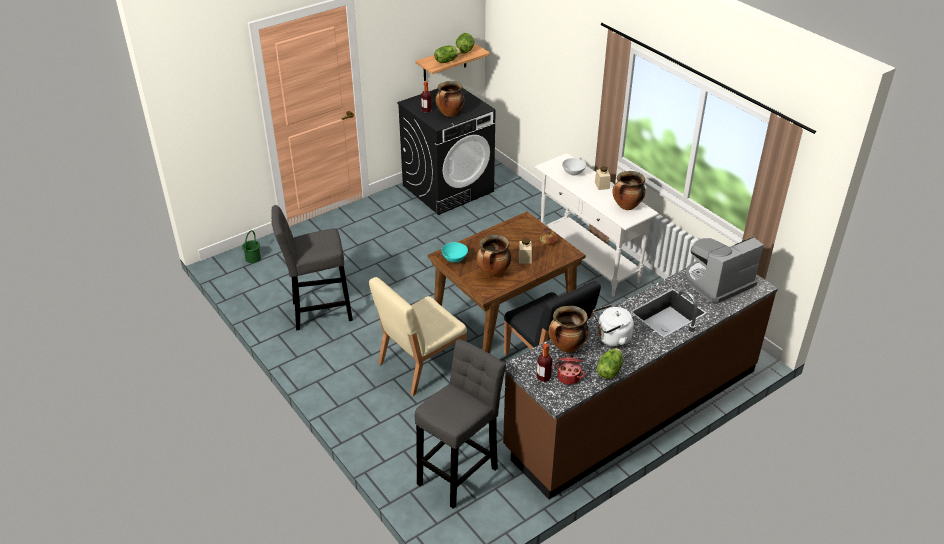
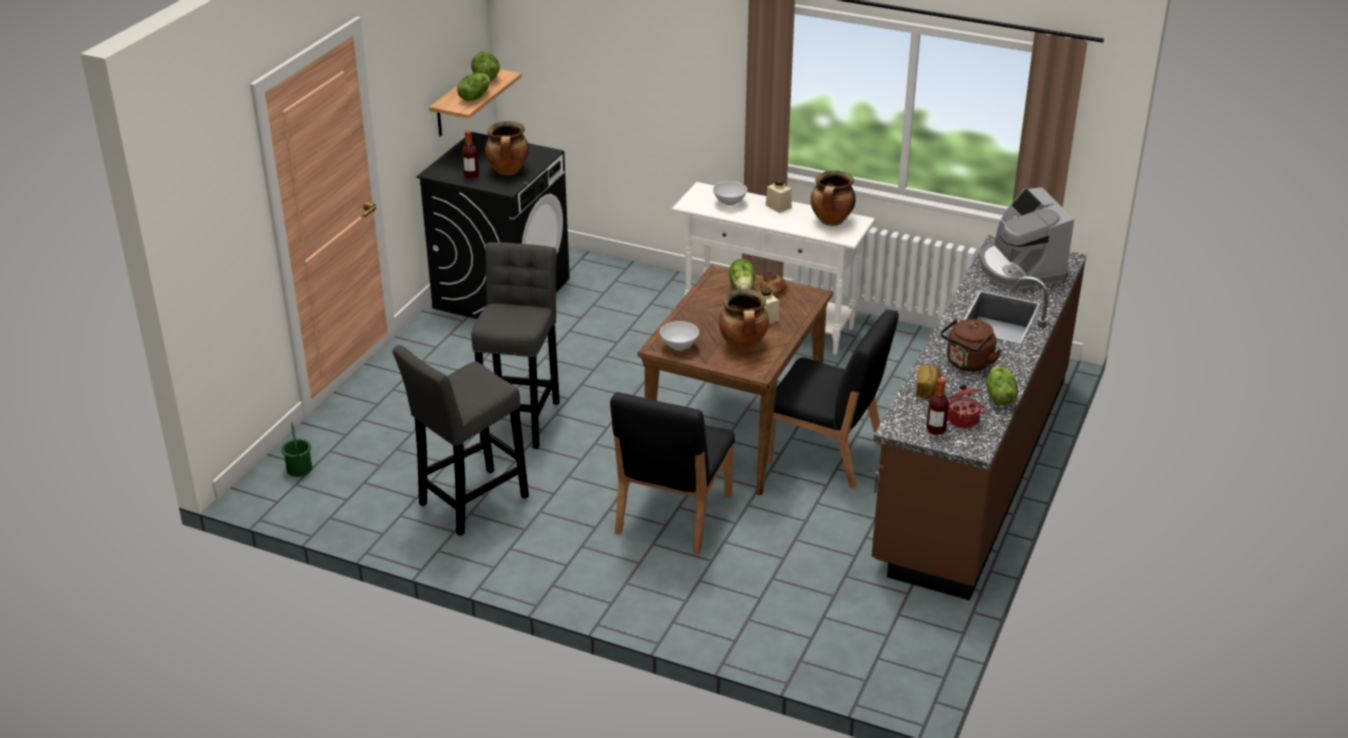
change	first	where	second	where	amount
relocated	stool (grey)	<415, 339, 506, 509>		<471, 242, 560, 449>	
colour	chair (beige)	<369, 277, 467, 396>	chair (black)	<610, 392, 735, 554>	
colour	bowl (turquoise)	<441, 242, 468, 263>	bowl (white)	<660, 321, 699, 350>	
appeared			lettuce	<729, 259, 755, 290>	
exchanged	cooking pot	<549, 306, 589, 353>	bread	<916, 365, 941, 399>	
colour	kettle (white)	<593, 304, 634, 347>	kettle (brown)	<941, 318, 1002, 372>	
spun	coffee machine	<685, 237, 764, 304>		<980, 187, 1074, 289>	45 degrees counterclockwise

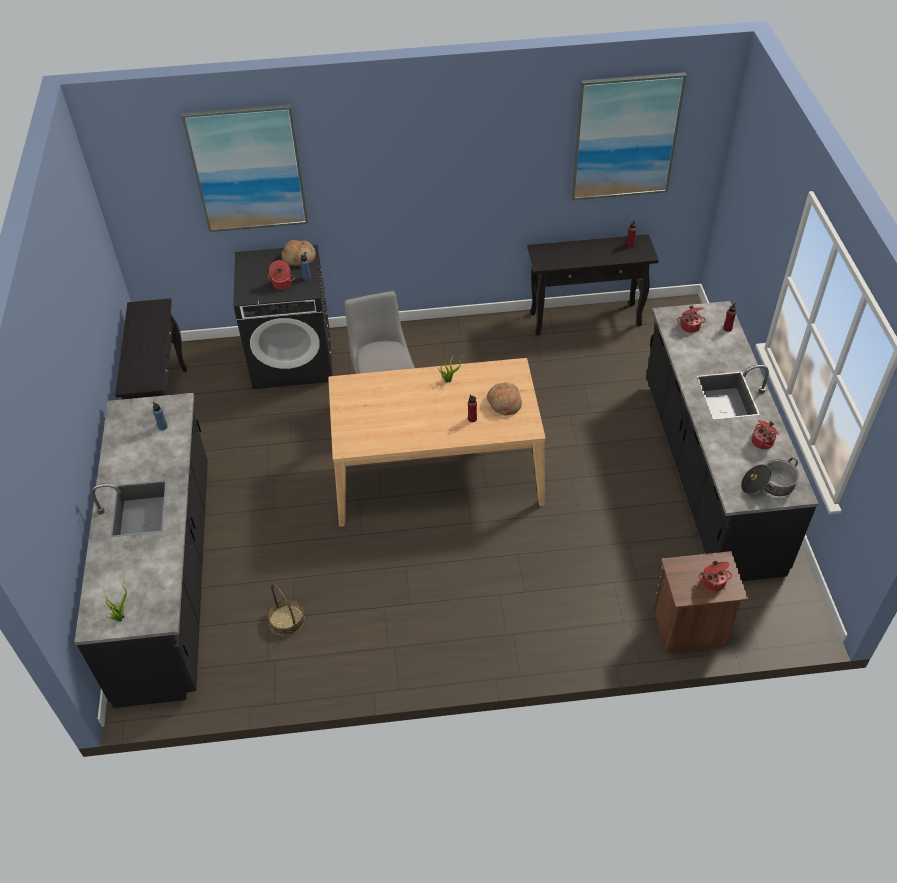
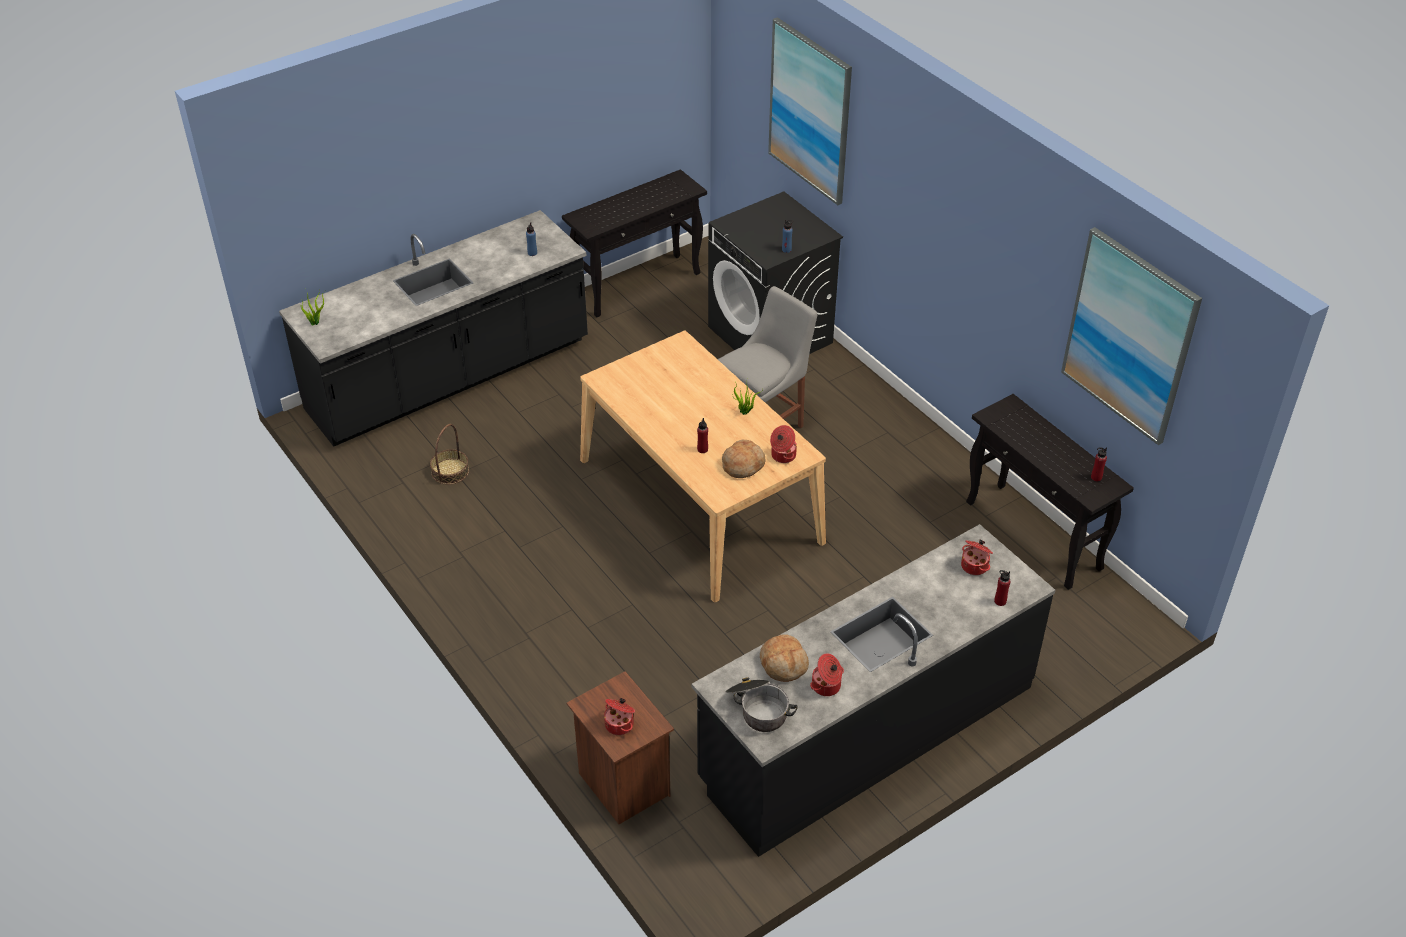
change	first	where	second	where	amount
relocated	bread	<281, 240, 316, 266>		<760, 634, 809, 682>	
relocated	cooking pot	<268, 260, 295, 290>		<770, 425, 797, 463>	

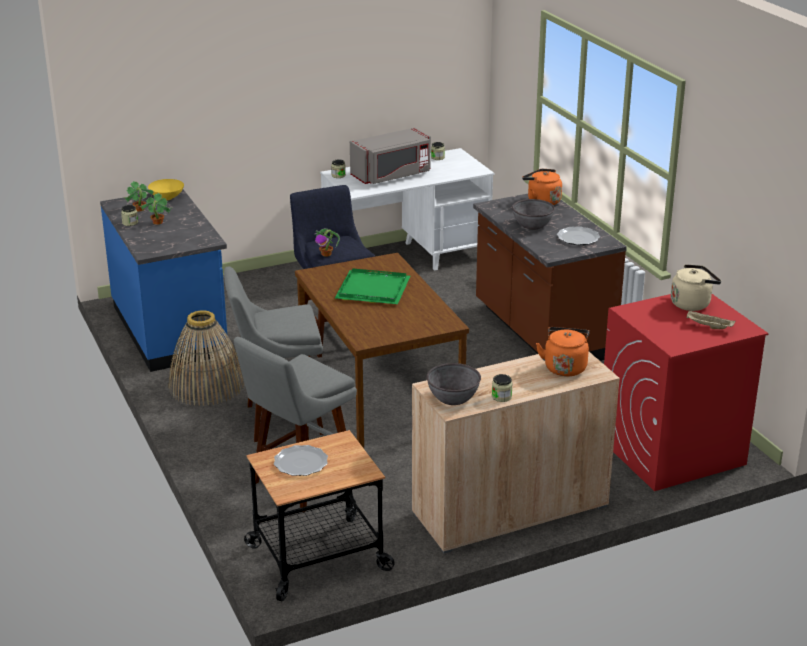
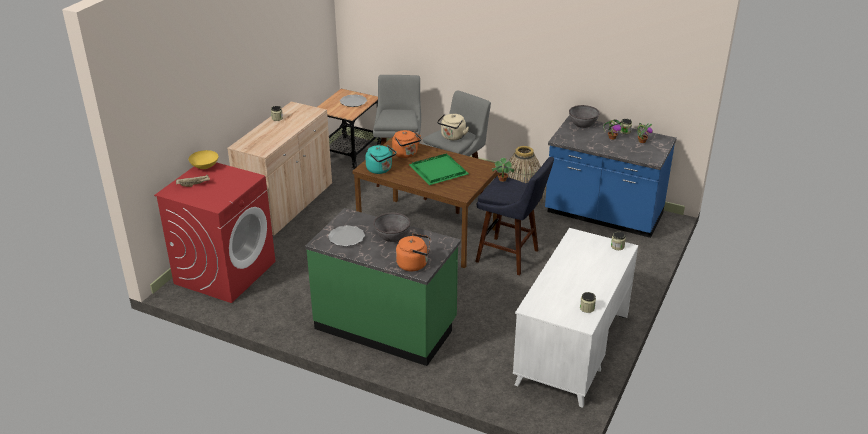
change	first	where	second	where	amount
relocated	bowl (yellow)	<148, 179, 184, 200>		<189, 150, 218, 169>	
colour	counter (brown)	<473, 194, 627, 361>	counter (green)	<305, 208, 461, 366>	
appeared			kettle (turquoise)	<366, 145, 397, 174>	
relocated	kettle (orange)	<536, 327, 589, 377>		<392, 130, 421, 158>	
relocated	kettle (beige)	<671, 264, 721, 311>		<437, 114, 469, 140>	
relocated	bowl (grey)	<426, 363, 481, 405>		<569, 105, 600, 128>	
missing	microwave (grey)	<350, 128, 431, 184>			

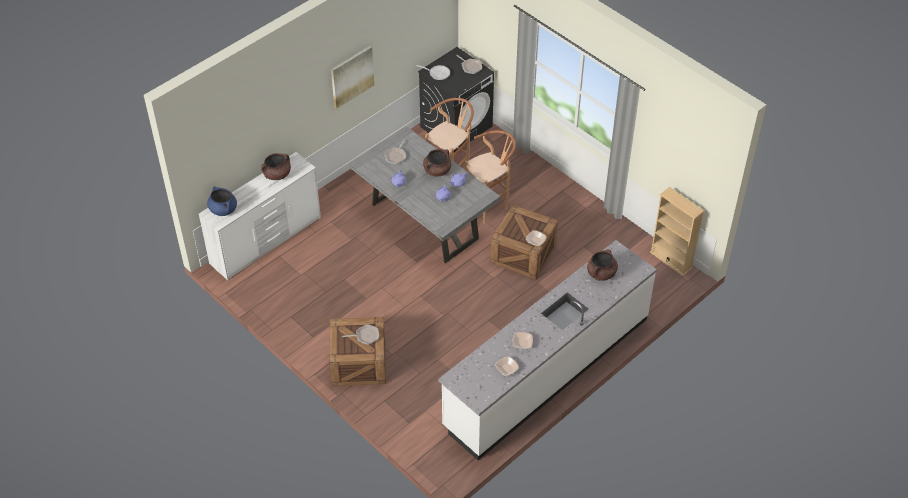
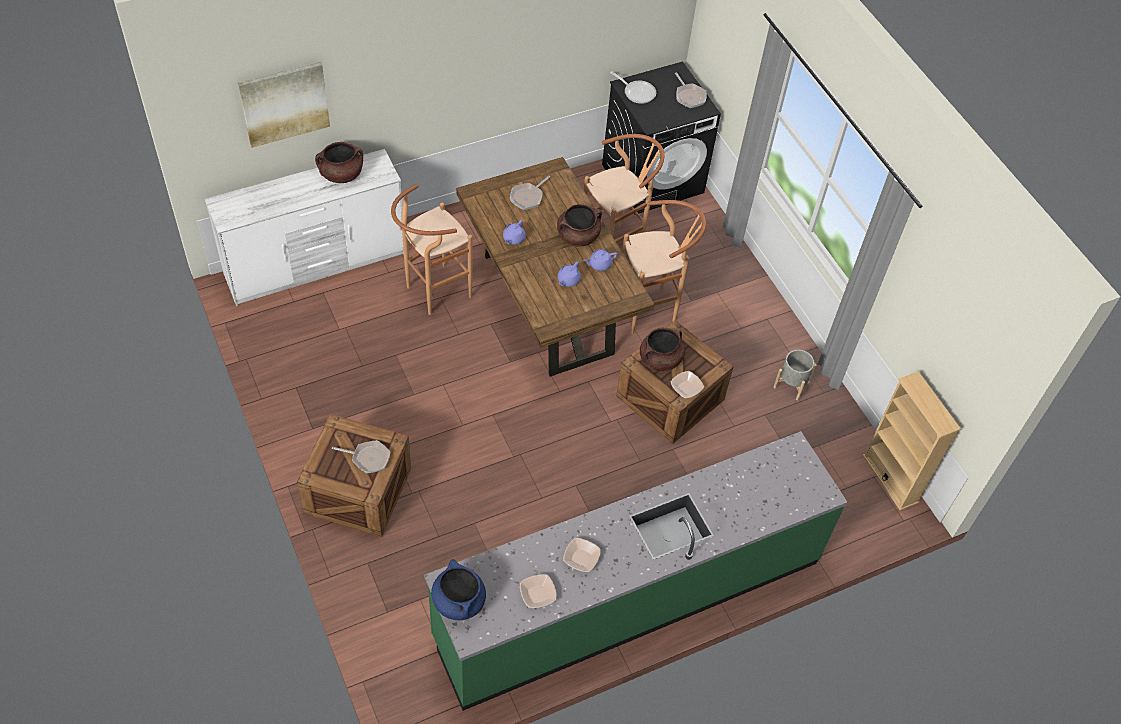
change	first	where	second	where	amount
relocated	picture	<331, 46, 374, 109>		<238, 62, 330, 148>	
appeared			stool (brown)	<391, 184, 472, 315>	
colour	counter (white)	<438, 240, 657, 460>	counter (green)	<424, 431, 847, 711>	
relocated	cooking pot (blue)	<207, 187, 237, 216>		<431, 559, 486, 620>	
colour	dining table (grey)	<349, 126, 500, 263>	dining table (brown)	<456, 157, 654, 377>	
relocated	cooking pot (brown)	<587, 249, 618, 281>		<640, 327, 685, 371>	
appeared			planter (grey)	<774, 350, 817, 400>	

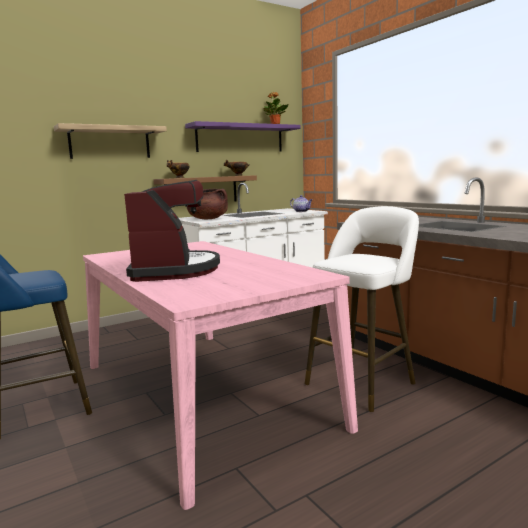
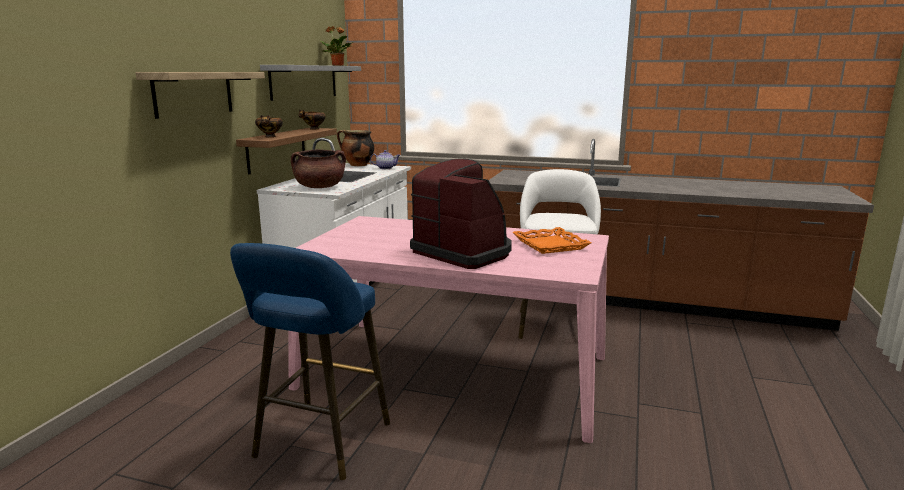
change	first	where	second	where	amount
colour	shelf (purple)	<185, 121, 301, 152>	shelf (grey)	<260, 65, 361, 101>	
appeared			cooking pot	<337, 130, 374, 166>	
appeared			tray (orange)	<512, 227, 591, 254>	

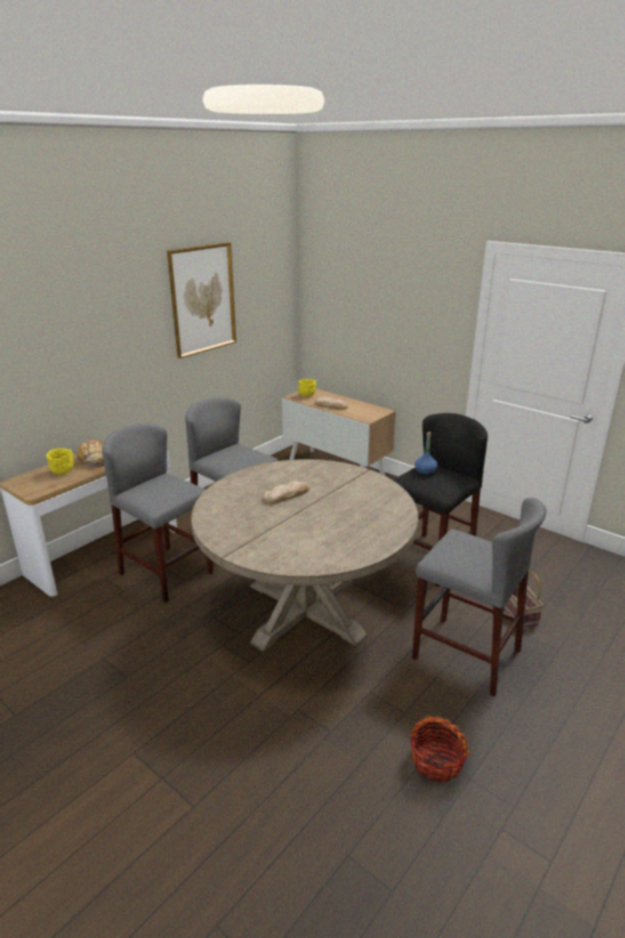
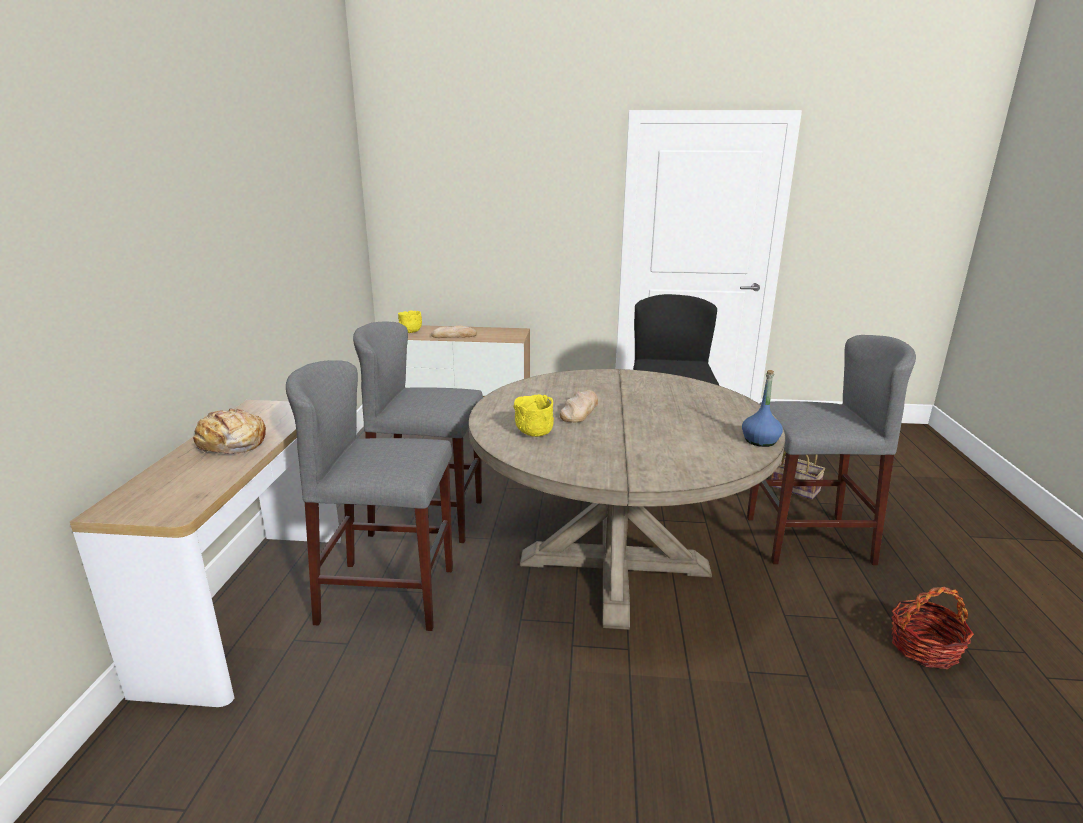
change	first	where	second	where	amount
relocated	bowl (yellow)	<46, 448, 74, 475>		<513, 394, 554, 437>	
relocated	bottle (blue)	<415, 432, 438, 476>		<742, 370, 783, 447>	
missing	picture	<167, 242, 236, 358>			

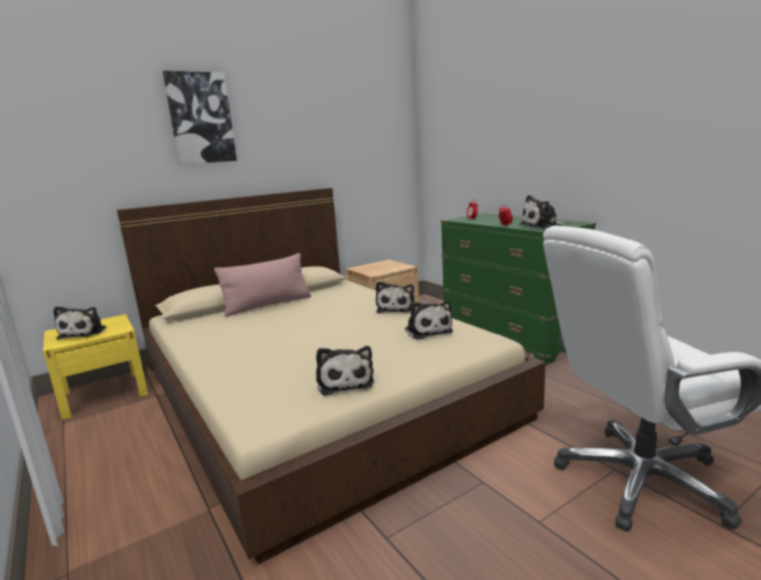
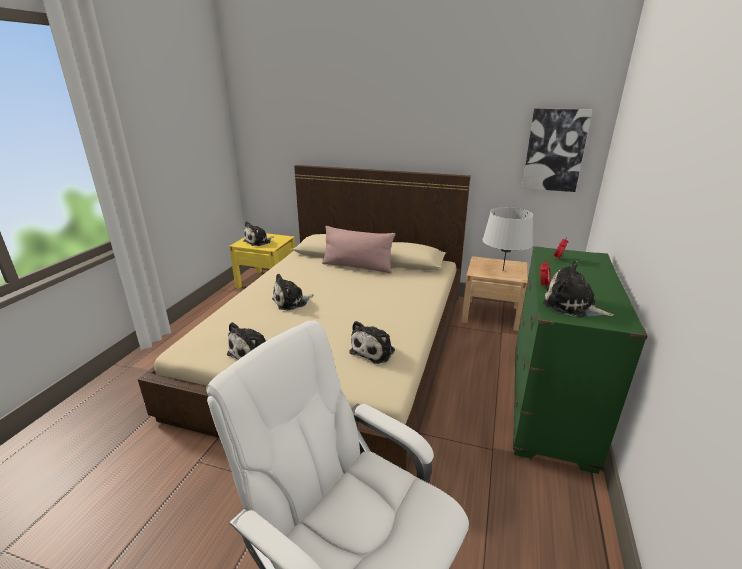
change	first	where	second	where	amount
relocated	plush toy	<376, 281, 414, 313>		<272, 274, 314, 310>	
appeared			table lamp (grey)	<482, 207, 533, 271>	
relocated	picture	<163, 71, 237, 164>		<522, 108, 592, 192>	

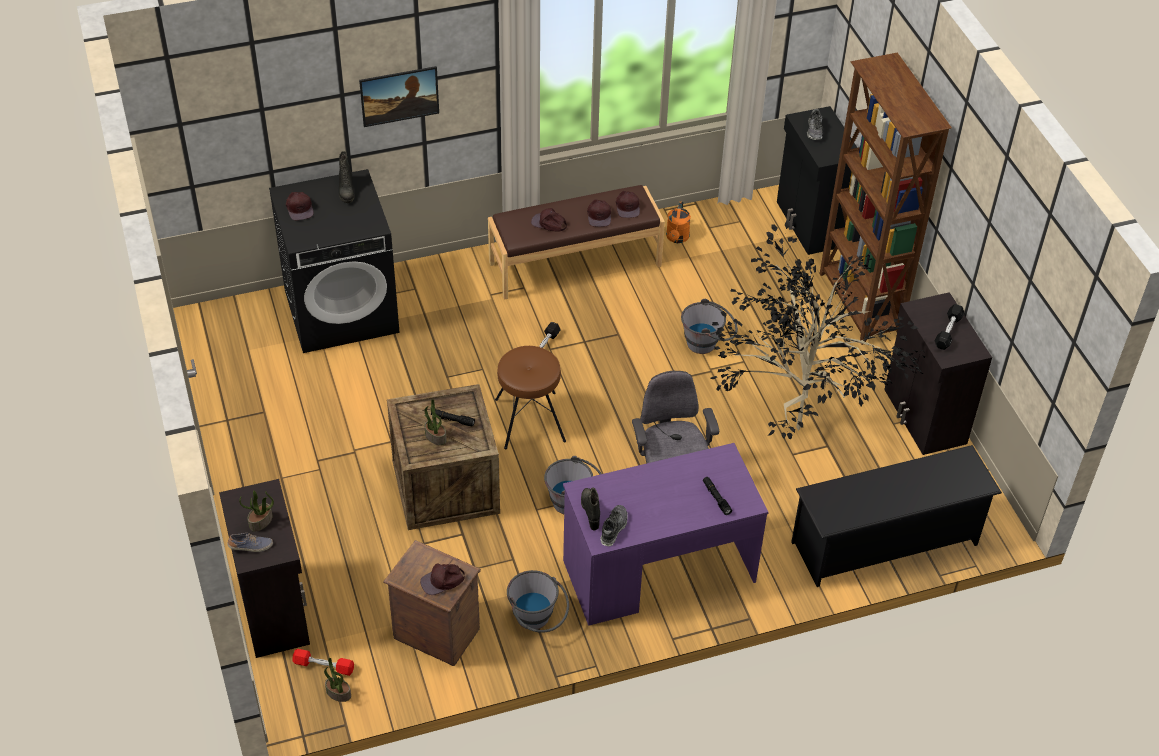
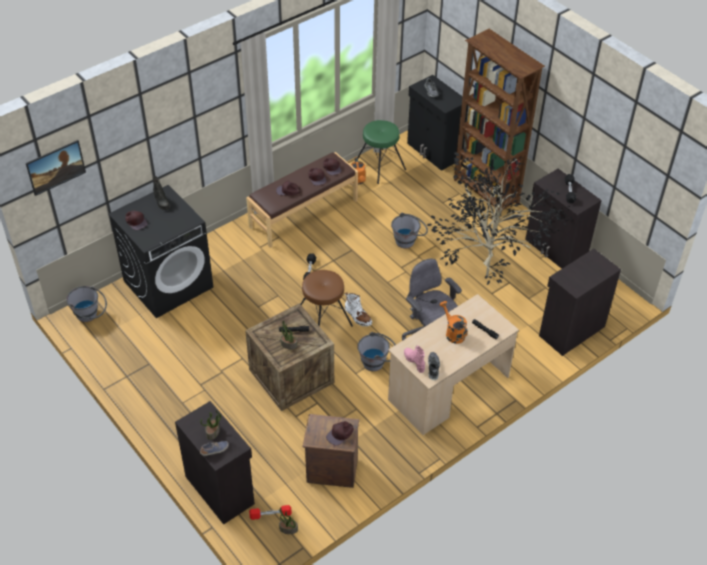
change	first	where	second	where	amount
relocated	picture	<359, 66, 439, 127>		<26, 140, 86, 196>	
relocated	bucket (grey)	<507, 570, 569, 633>		<66, 286, 107, 322>	
appeared			boot (white)	<345, 292, 372, 326>	
appeared			stool (green)	<357, 120, 406, 184>	
colour	desk (purple)	<563, 443, 769, 626>	desk (beige)	<388, 294, 519, 435>	
colour	boot (black)	<581, 487, 600, 530>	boot (pink)	<404, 346, 425, 373>	
appeared			watering can (orange)	<439, 301, 468, 344>	
exchanged	shoe rack (black)	<791, 445, 1002, 587>	cabinet (black)	<539, 249, 621, 356>	

